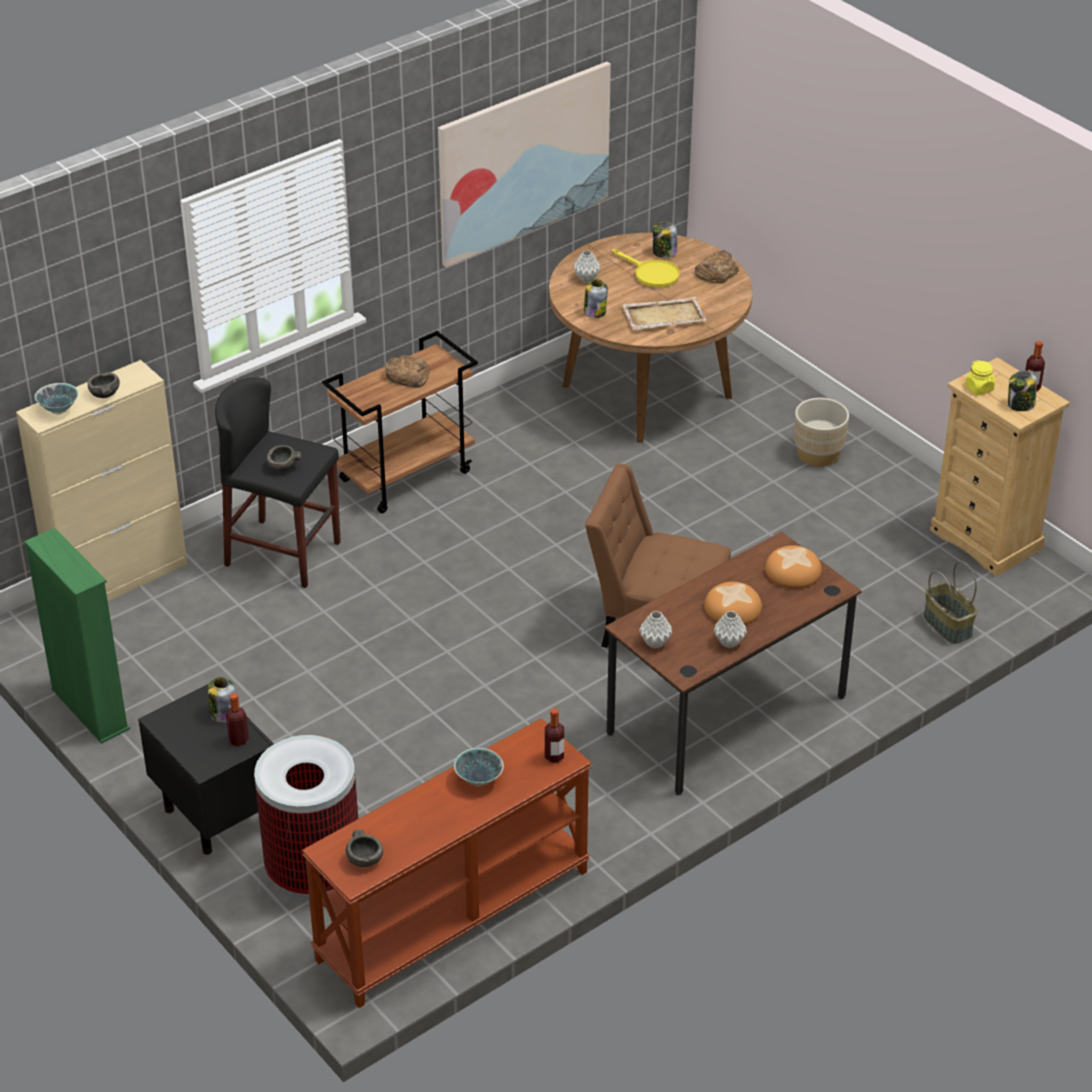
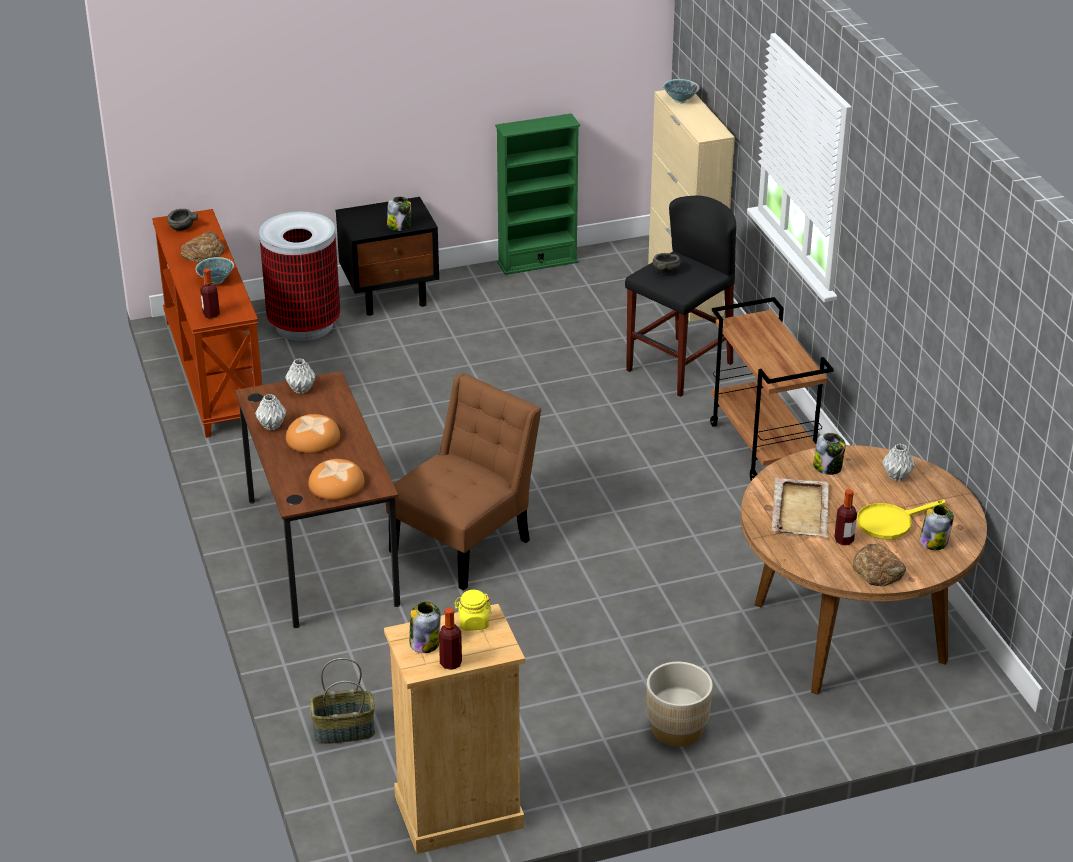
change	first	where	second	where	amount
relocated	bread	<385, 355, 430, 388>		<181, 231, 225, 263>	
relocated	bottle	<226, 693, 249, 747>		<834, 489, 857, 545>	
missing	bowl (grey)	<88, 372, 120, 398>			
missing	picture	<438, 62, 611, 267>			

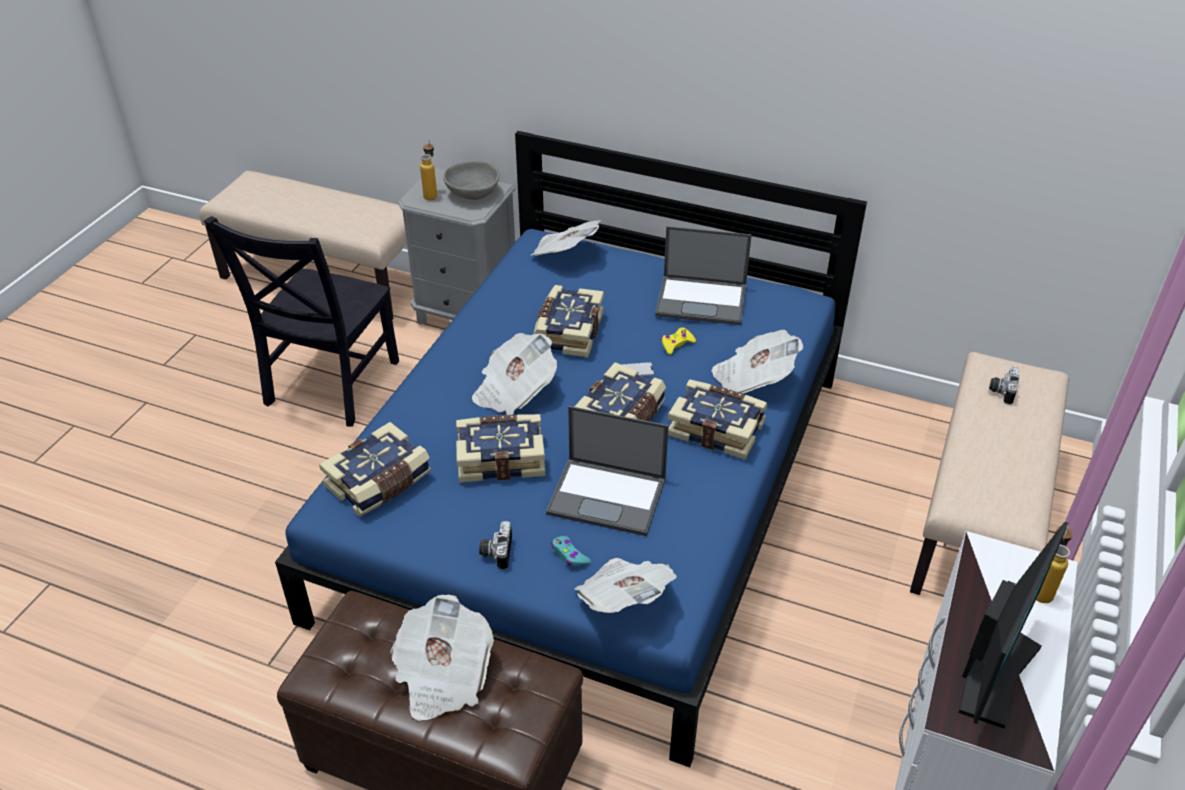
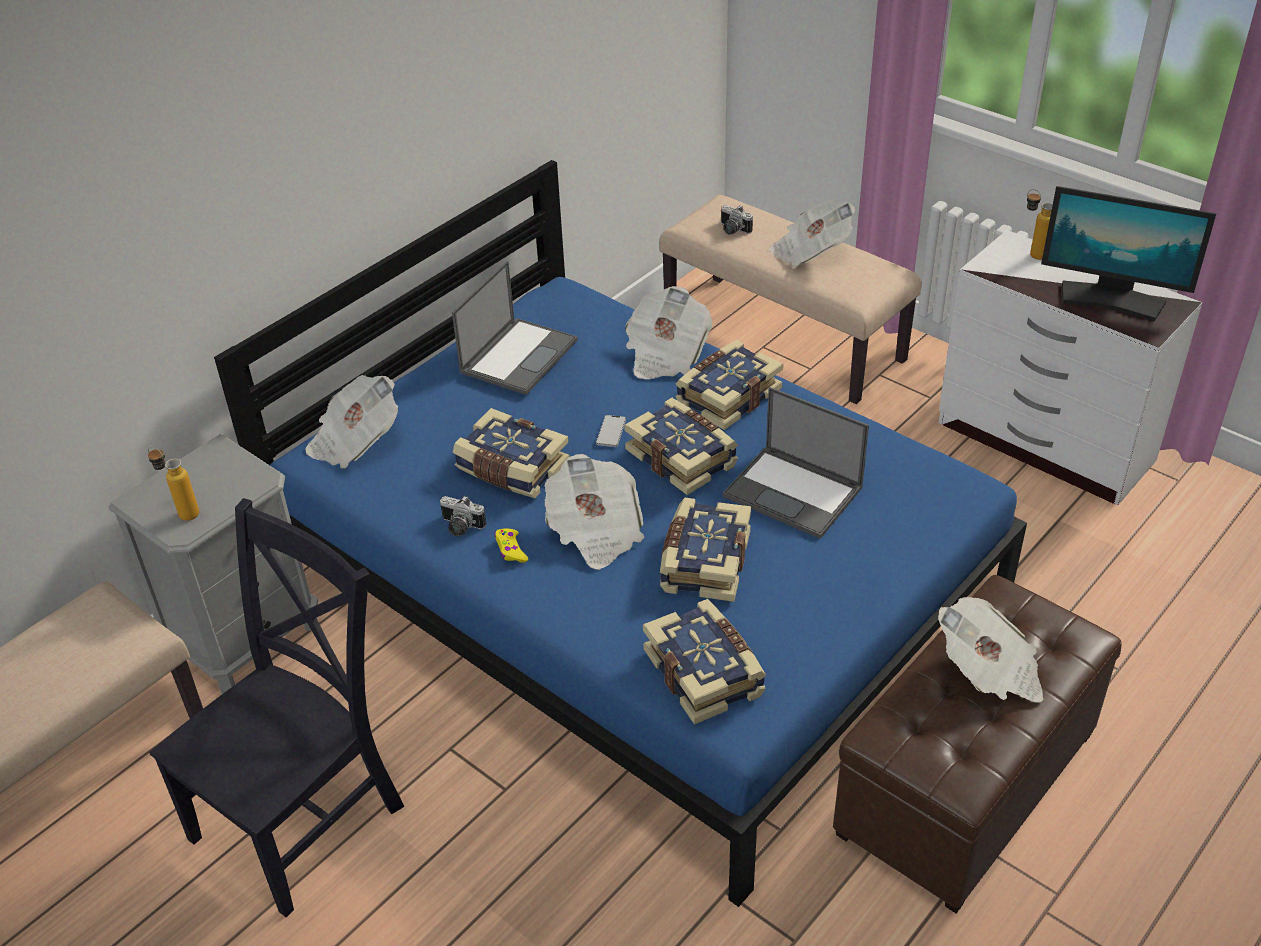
change	first	where	second	where	amount
spun	chair (black)	<204, 216, 399, 427>		<149, 498, 404, 917>	90 degrees counterclockwise
relocated	photo camera	<479, 521, 512, 570>		<440, 496, 486, 536>	
relocated	game controller (yellow)	<661, 328, 696, 355>		<495, 529, 528, 563>	
spun	laptop	<546, 406, 669, 536>		<723, 387, 869, 539>	90 degrees clockwise
relocated	newspaper	<574, 558, 677, 613>		<769, 199, 856, 267>	
spun	monitor	<959, 522, 1068, 728>		<1041, 186, 1216, 322>	150 degrees clockwise
missing	bowl (grey)	<443, 161, 499, 200>			
missing	game controller (turquoise)	<551, 536, 591, 567>			

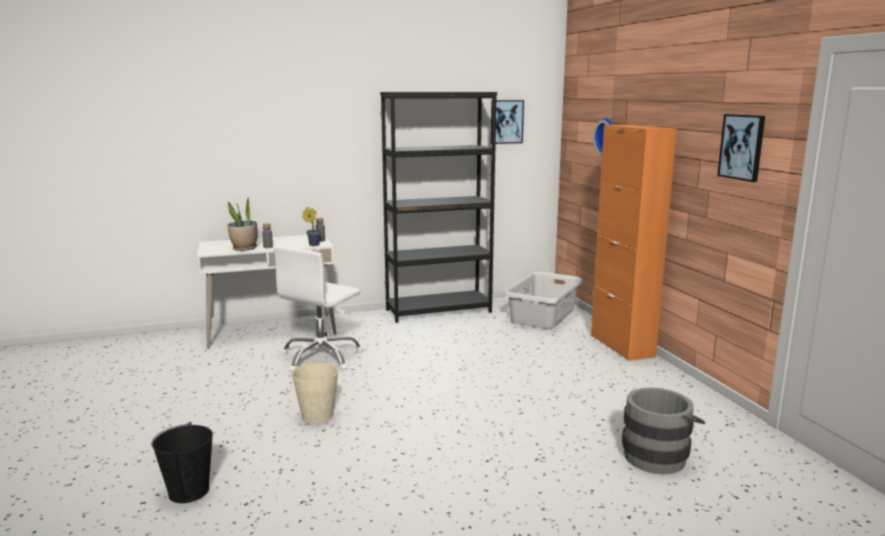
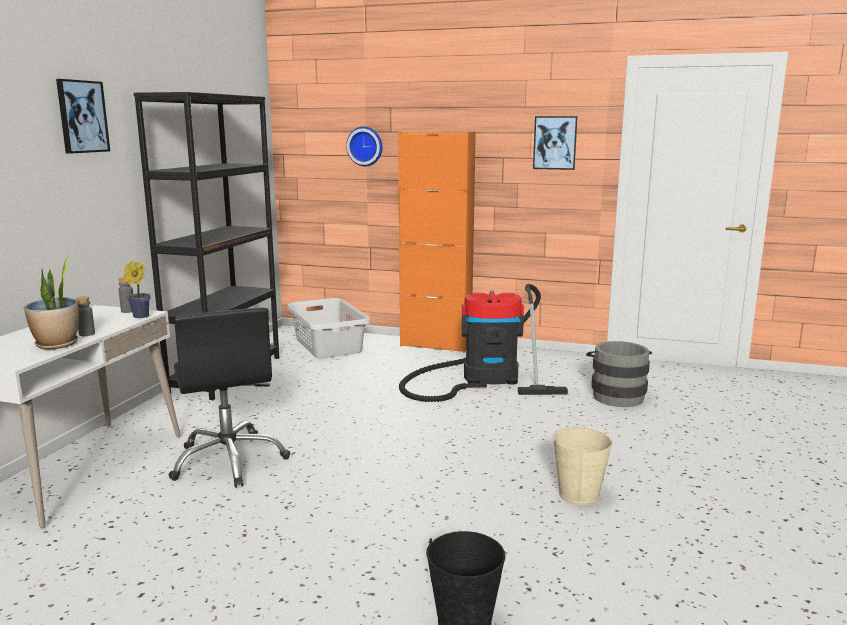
change	first	where	second	where	amount
relocated	picture	<491, 100, 524, 144>		<56, 79, 110, 154>	
colour	office chair (white)	<273, 246, 364, 372>	office chair (black)	<168, 307, 290, 488>	
appeared			vacuum cleaner	<399, 284, 568, 402>	
relocated	bucket (beige)	<291, 362, 339, 424>		<552, 425, 612, 505>	

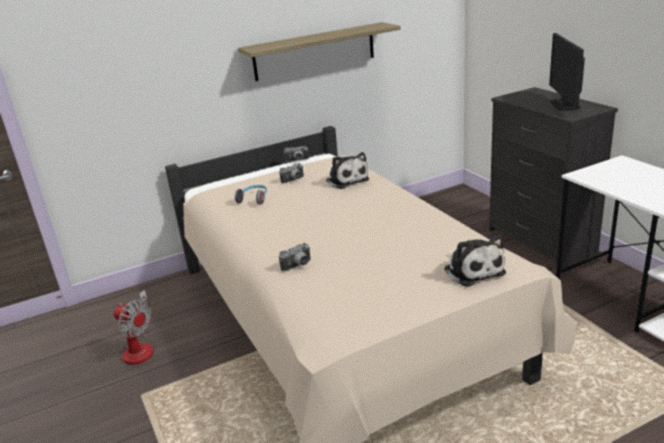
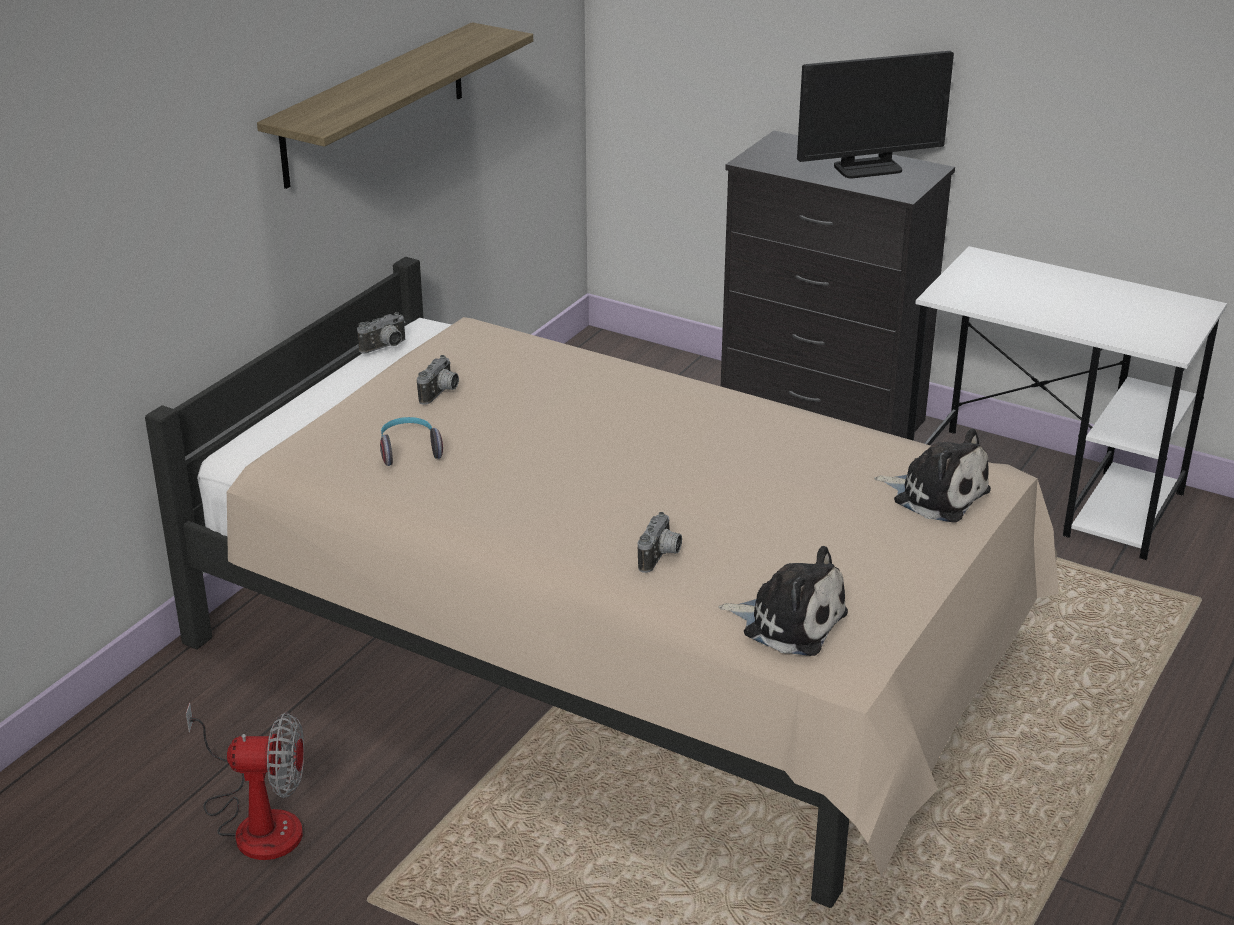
change	first	where	second	where	amount
relocated	plush toy	<326, 152, 369, 189>		<719, 546, 848, 656>	
spun	monitor	<549, 33, 585, 111>		<797, 51, 954, 179>	75 degrees counterclockwise

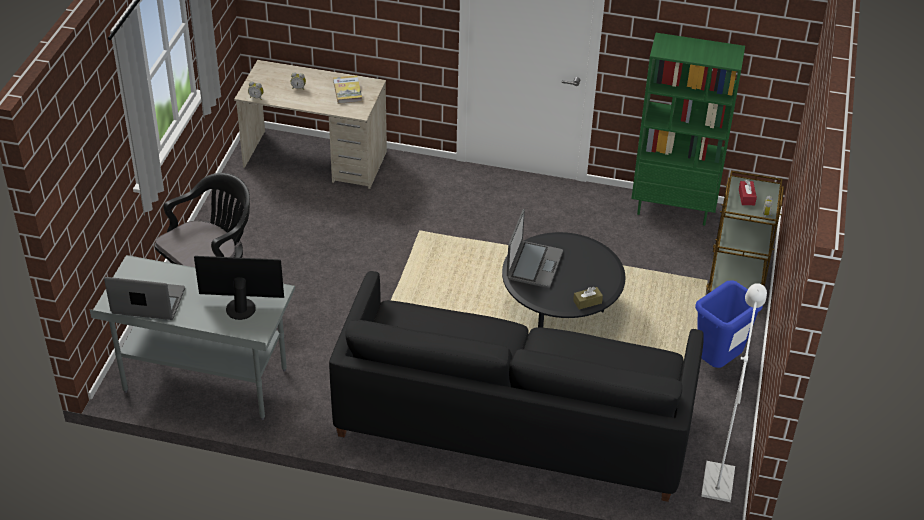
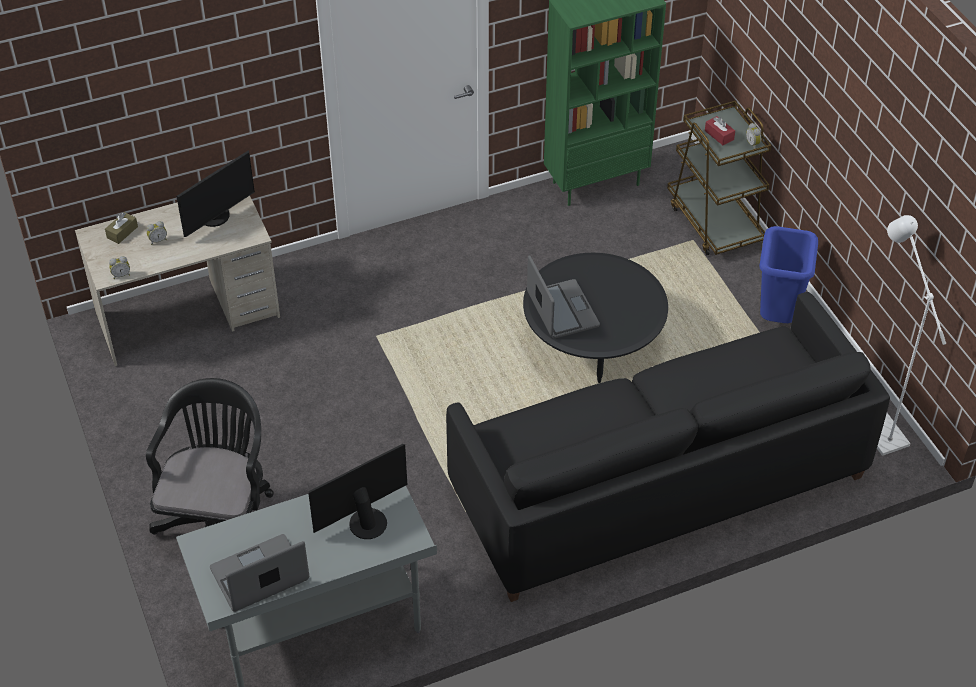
change	first	where	second	where	amount
relocated	tissue box (brown)	<573, 287, 603, 310>		<105, 212, 138, 244>	
exchanged	book	<333, 75, 362, 104>	monitor	<176, 150, 255, 237>	

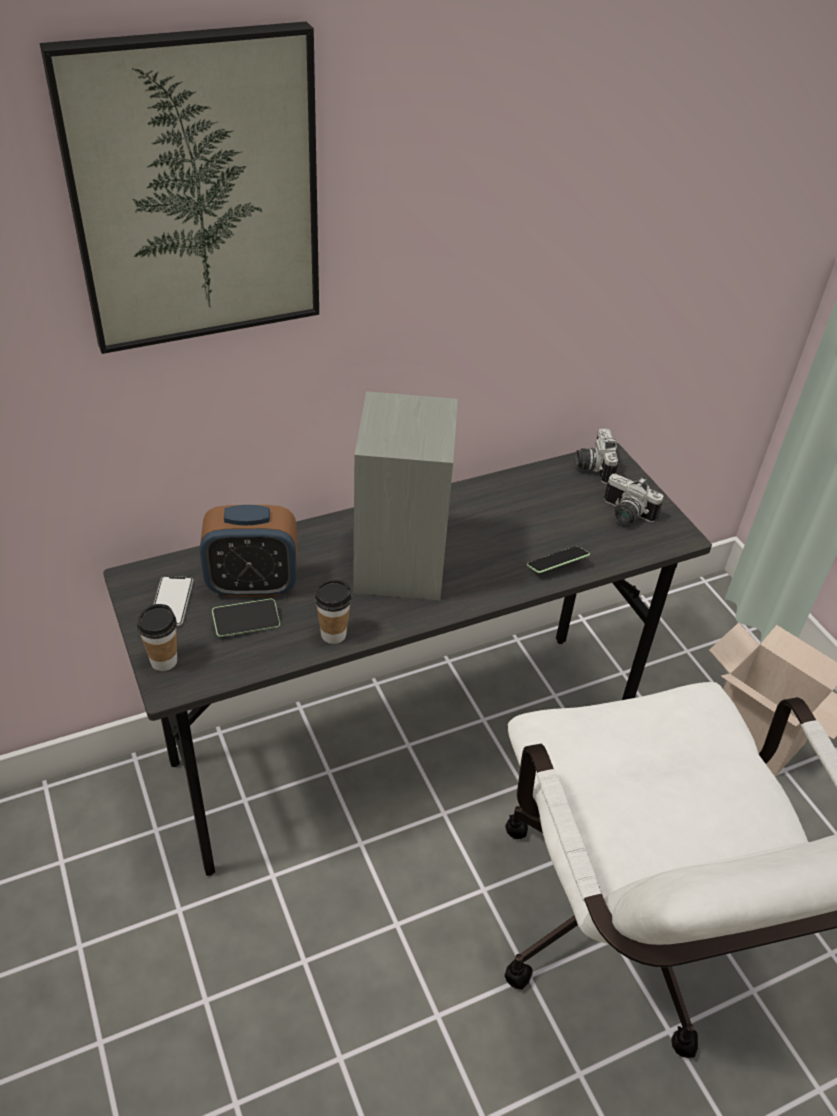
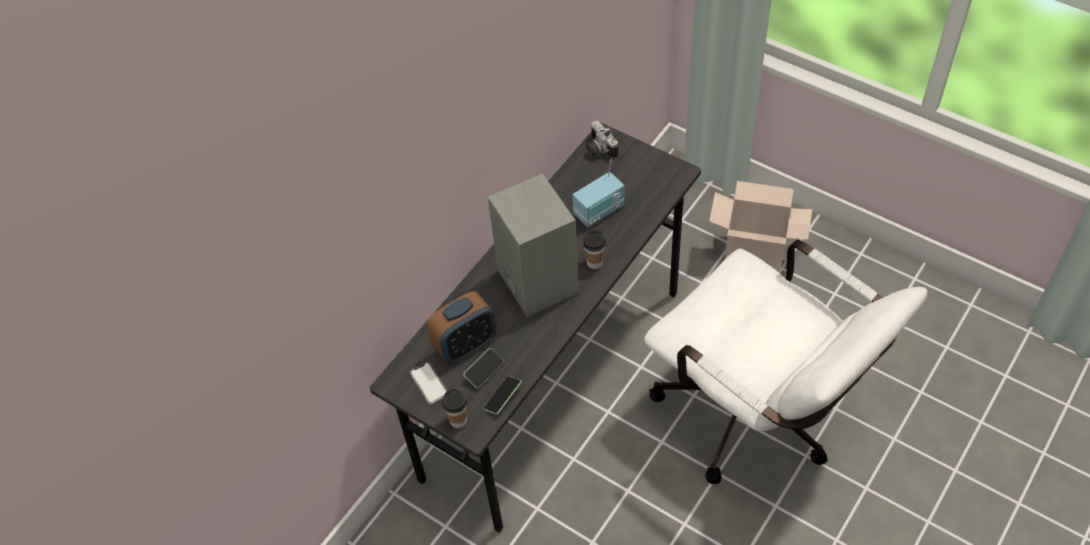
change	first	where	second	where	amount
relocated	phone	<527, 546, 590, 573>		<484, 376, 521, 414>	
appeared			radio	<573, 160, 624, 228>	
relocated	cup	<315, 580, 352, 644>		<583, 230, 606, 269>	
missing	picture	<40, 21, 319, 354>			
missing	photo camera	<604, 474, 664, 525>			

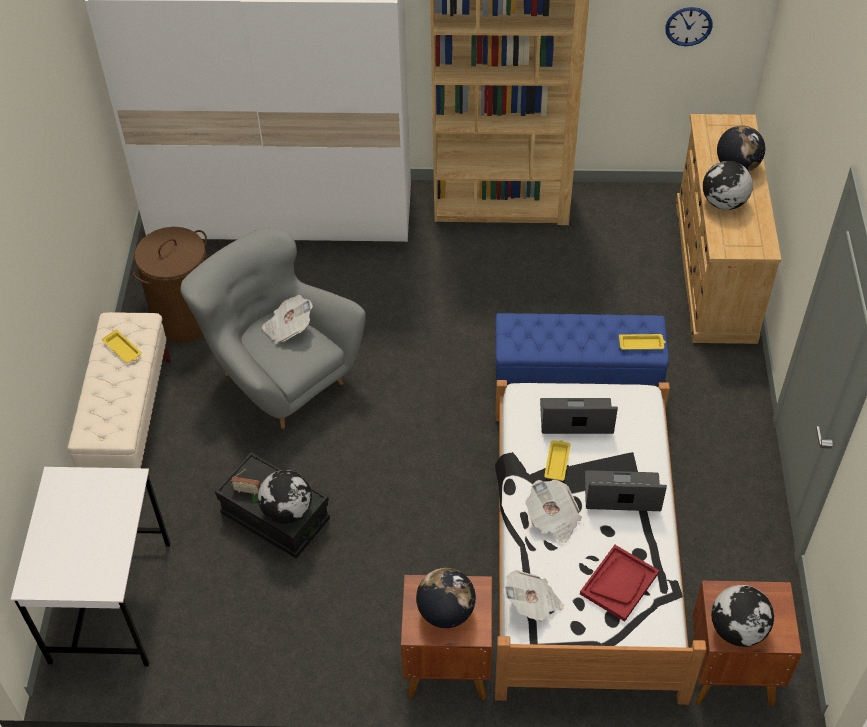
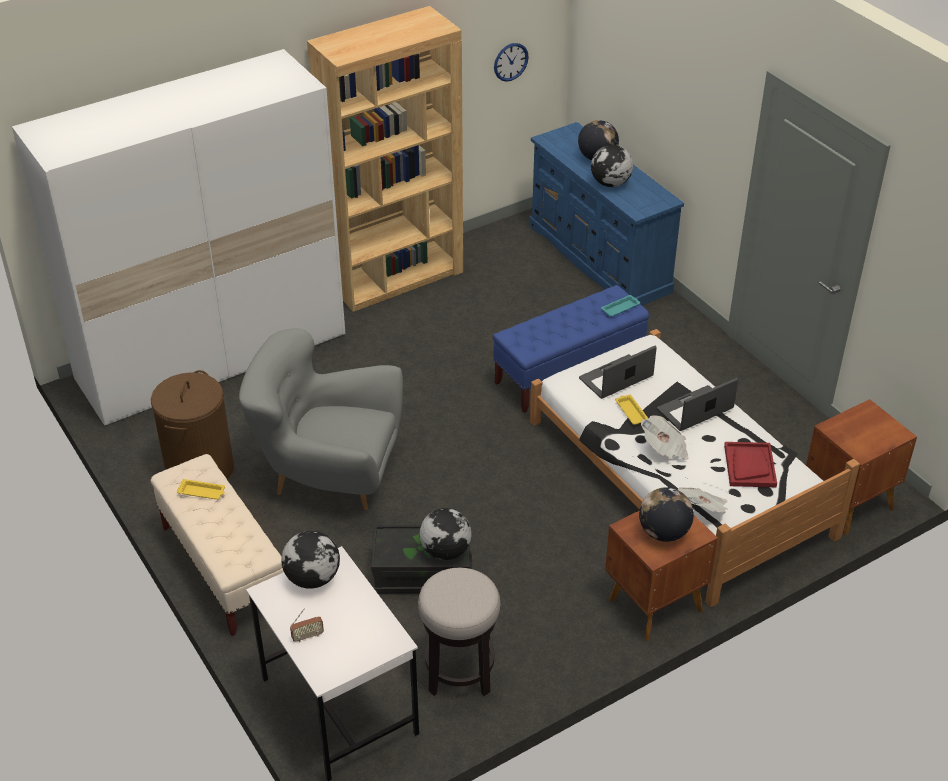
change	first	where	second	where	amount
relocated	globe	<711, 585, 774, 647>		<281, 531, 340, 589>	
relocated	radio	<231, 470, 260, 495>		<290, 608, 324, 642>	
appeared			stool	<418, 568, 500, 696>	
colour	dresser (beige)	<676, 114, 781, 344>	dresser (blue)	<529, 122, 684, 306>	
colour	tray (yellow)	<619, 334, 666, 350>	tray (turquoise)	<601, 295, 640, 317>	
missing	newspaper	<262, 295, 313, 344>			

